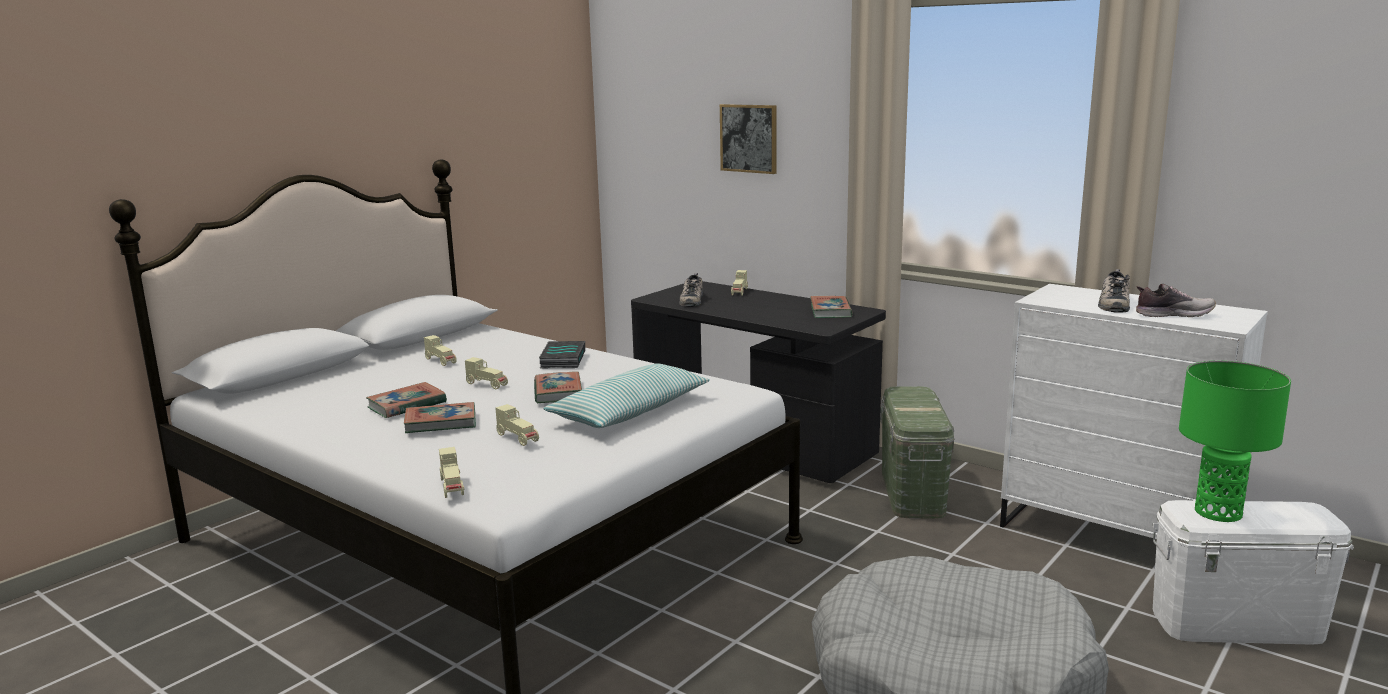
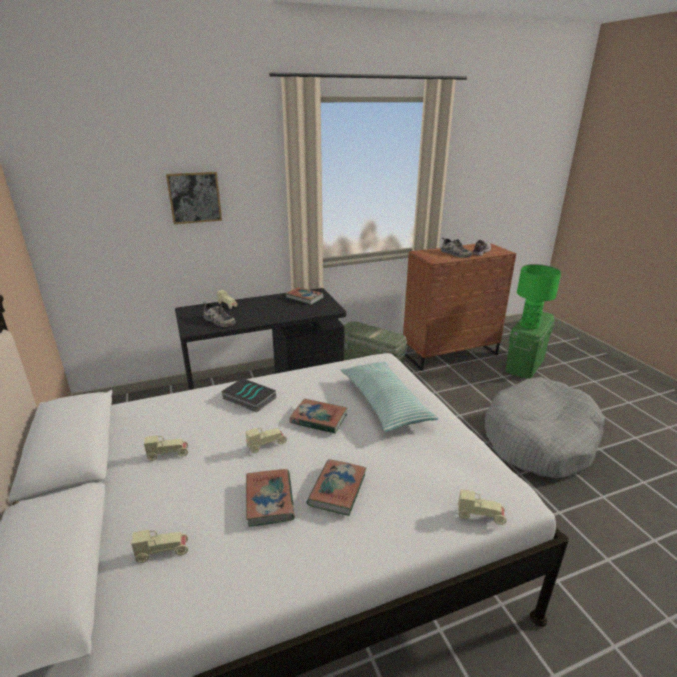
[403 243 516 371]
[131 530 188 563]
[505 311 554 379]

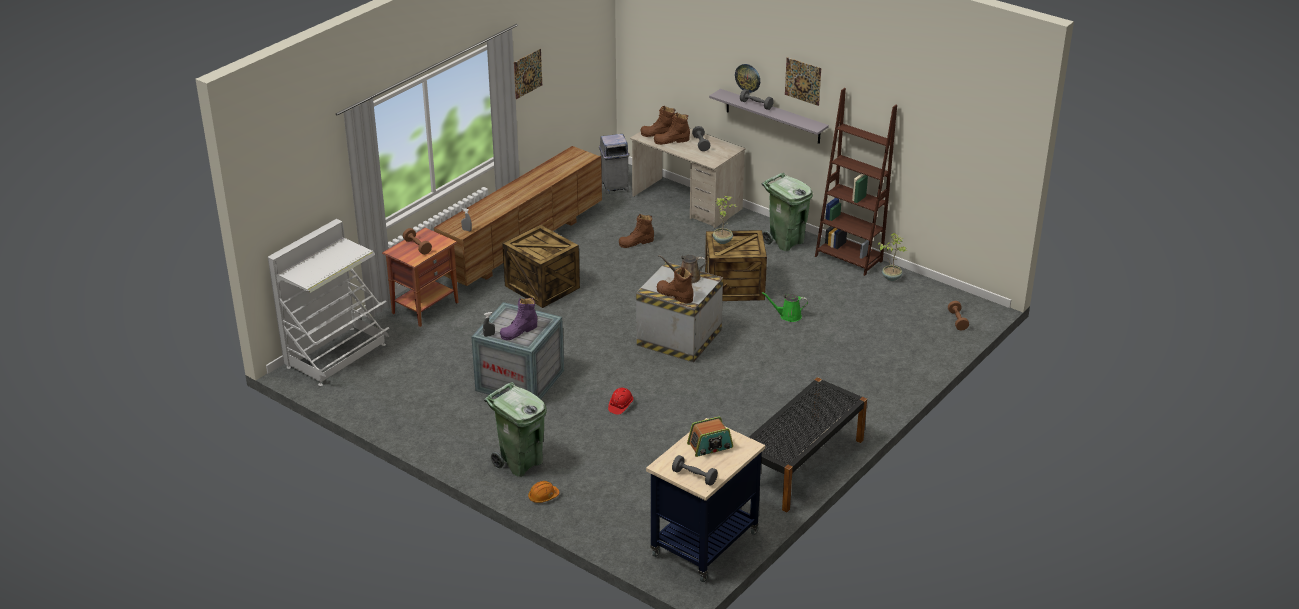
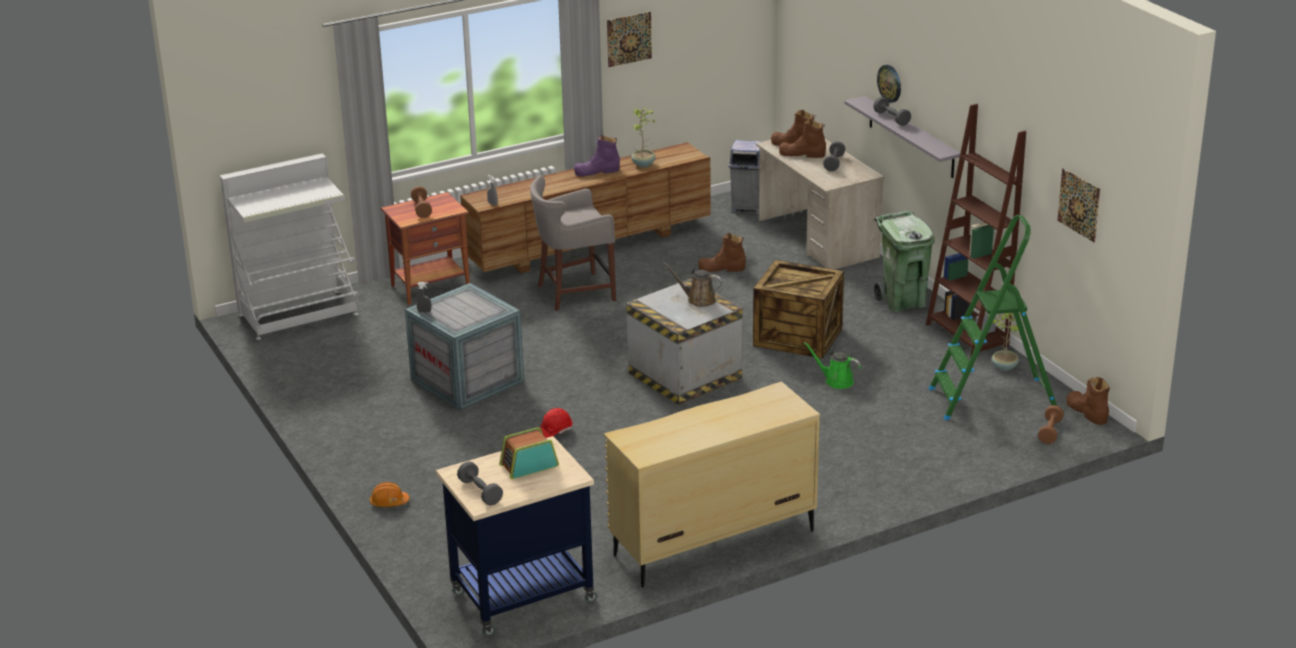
[1057 168 1100 242]
[631 108 656 167]
[530 175 616 311]
[1066 377 1110 425]
[574 135 620 176]
[604 382 820 588]
[484 382 547 477] (first image)
[499 427 559 479]
[929 215 1057 420]

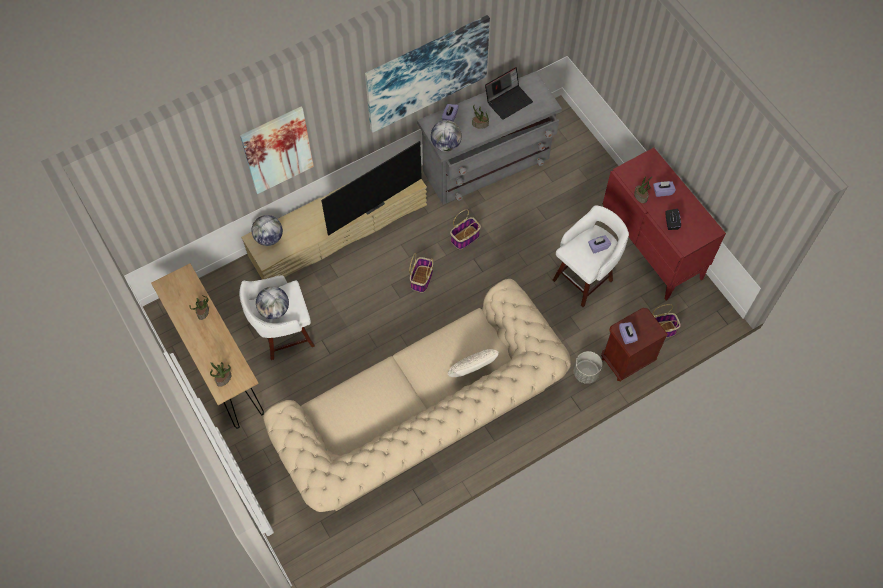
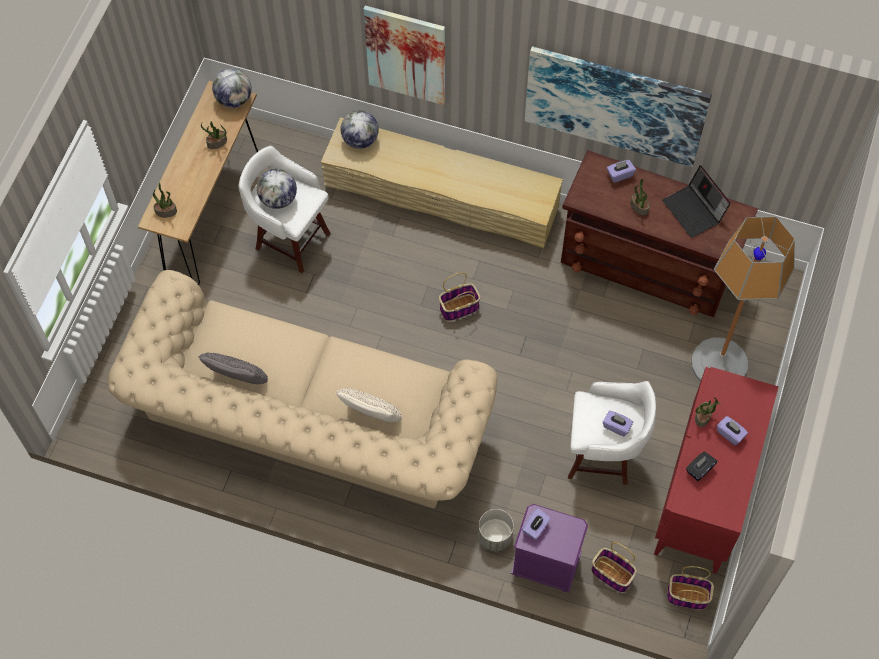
[662 165 731 238]
[561 150 758 317]
[212 68 252 108]
[321 141 422 236] (first image)
[667 566 714 610]
[511 504 588 592]
[691 216 795 381]
[198 353 268 384]

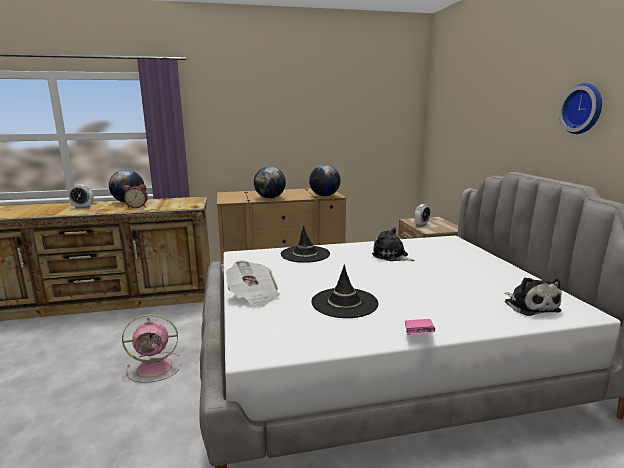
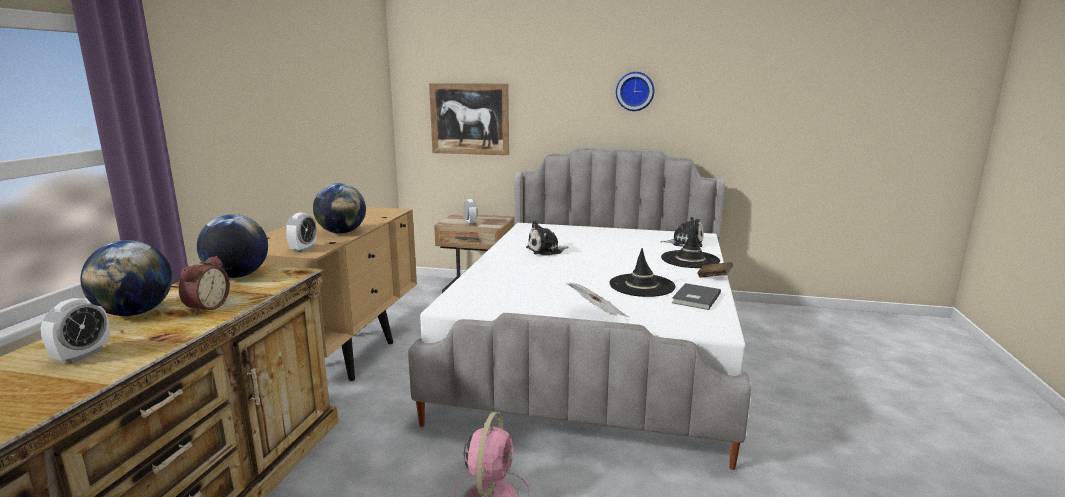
[197 214 268 278]
[661 227 720 268]
[697 262 733 278]
[429 83 509 155]
[286 213 317 252]
[672 283 721 310]

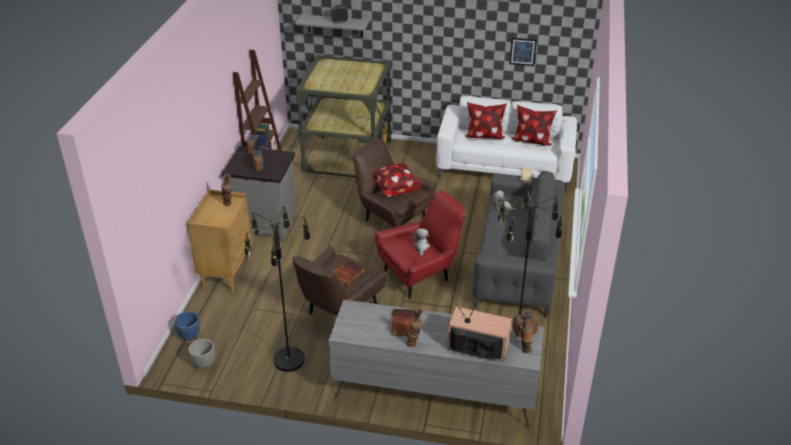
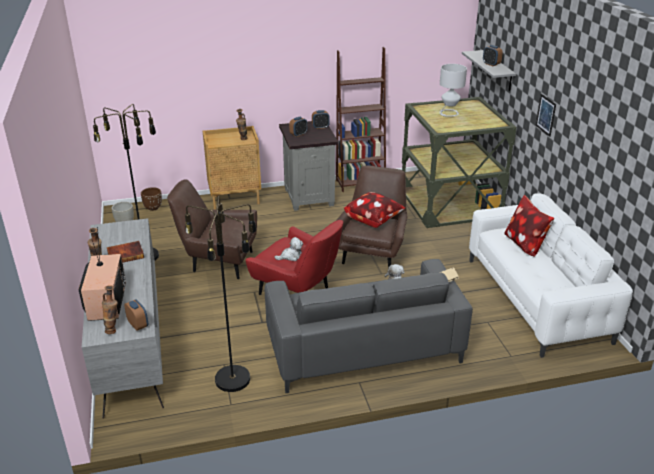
[536 94 556 137]
[512 105 557 146] (first image)
[332 259 365 287] (first image)
[141 187 162 211]
[439 64 467 117]

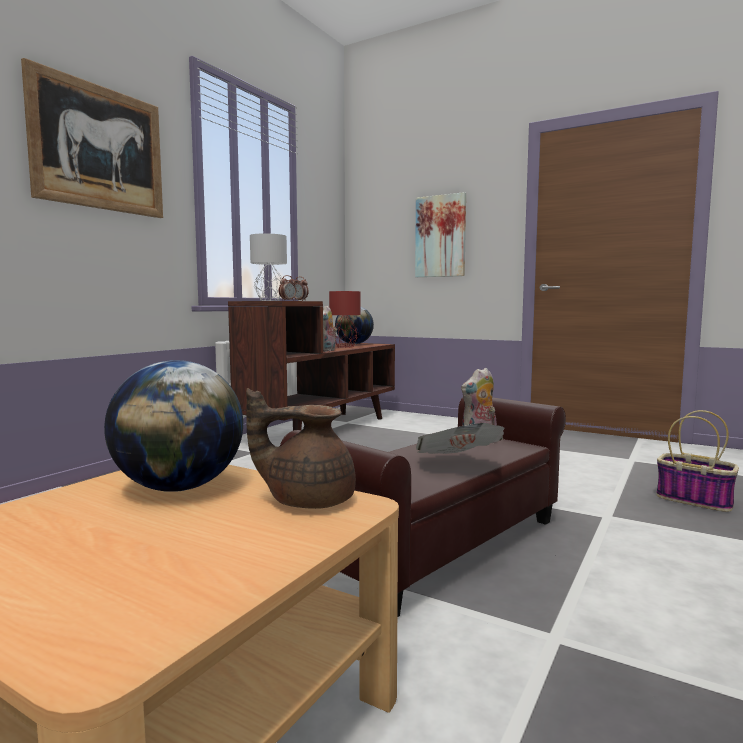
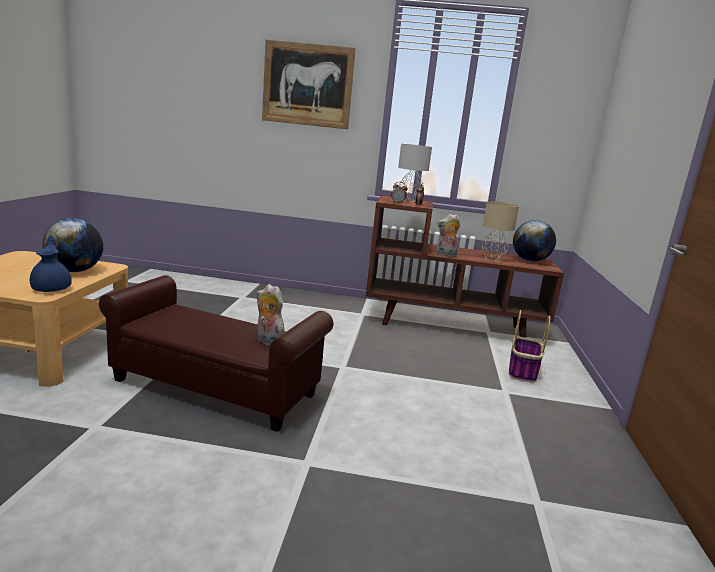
[415 192 466 277] (first image)
[481 201 519 261]
[30 235 72 292]
[509 310 550 383]
[416 423 505 454] (first image)

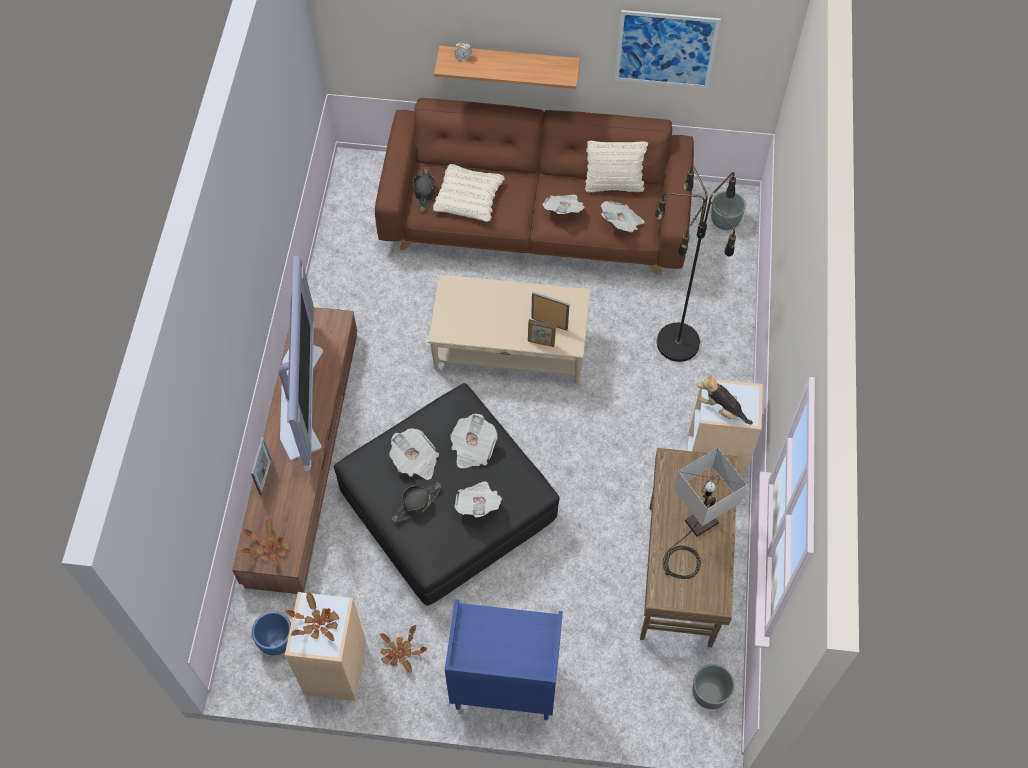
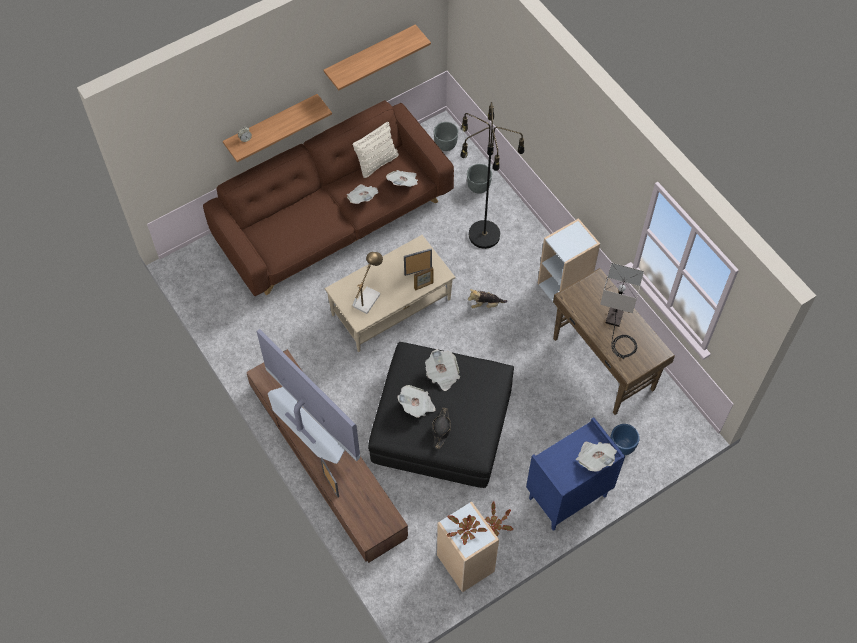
[323 24 431 90]
[433 164 505 222] (first image)
[413 168 436 211] (first image)
[468 289 507 309]
[576 442 617 471]
[241 519 290 567] (first image)
[610 424 640 455]
[467 164 492 194]
[352 252 383 314]

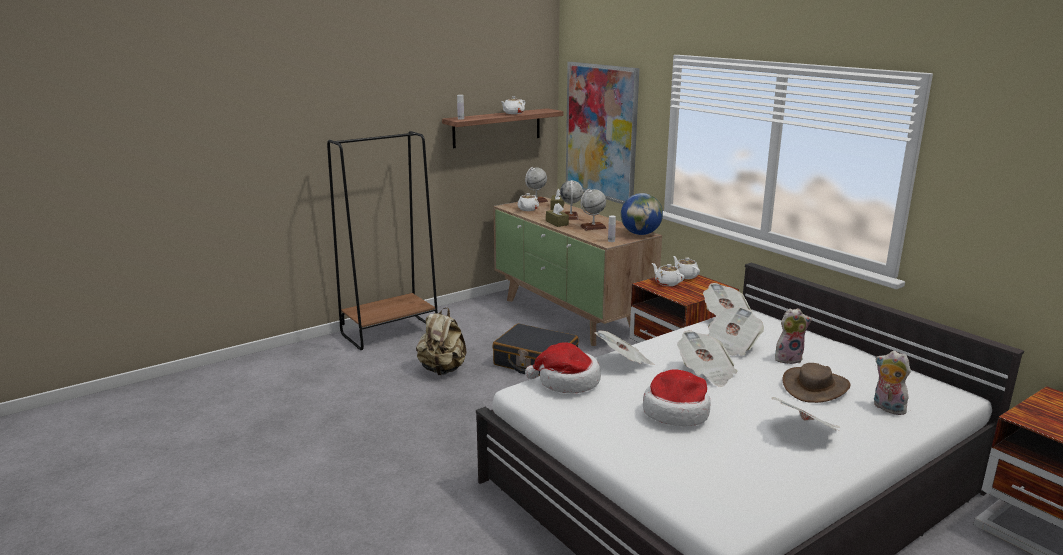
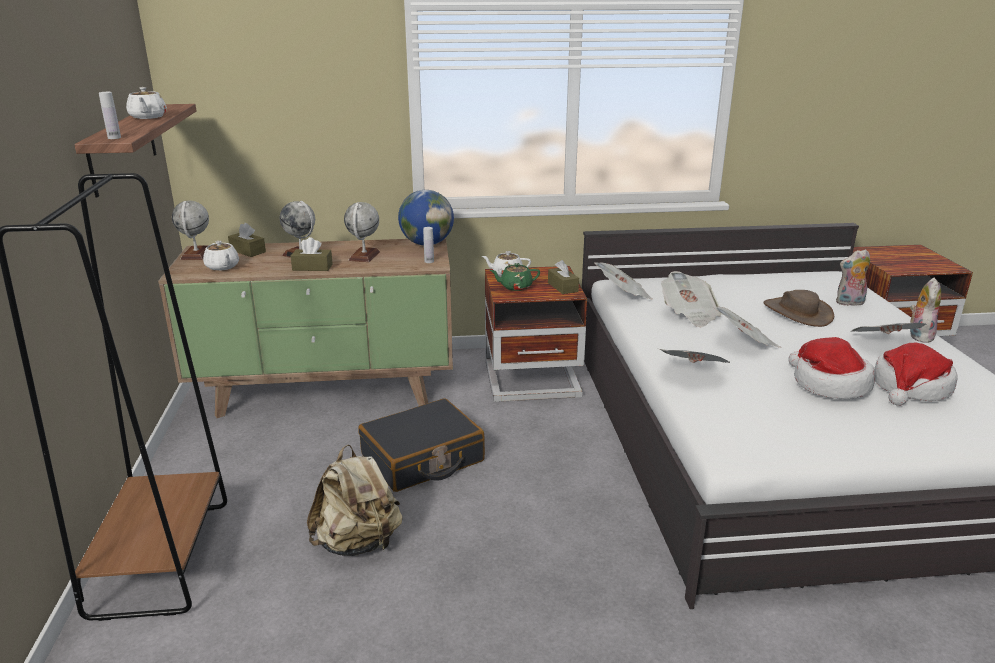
[566 62 639 204] (first image)
[490 263 540 291]
[910 277 941 343]
[874 343 958 406]
[548 260 579 294]

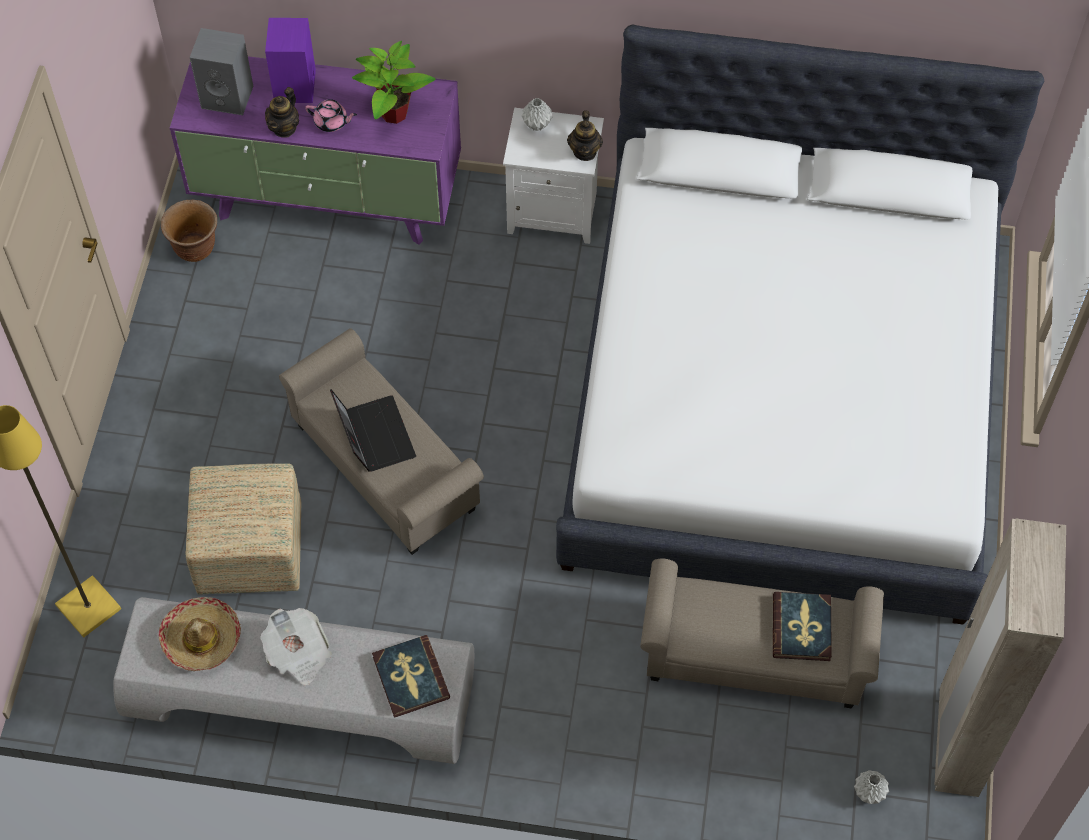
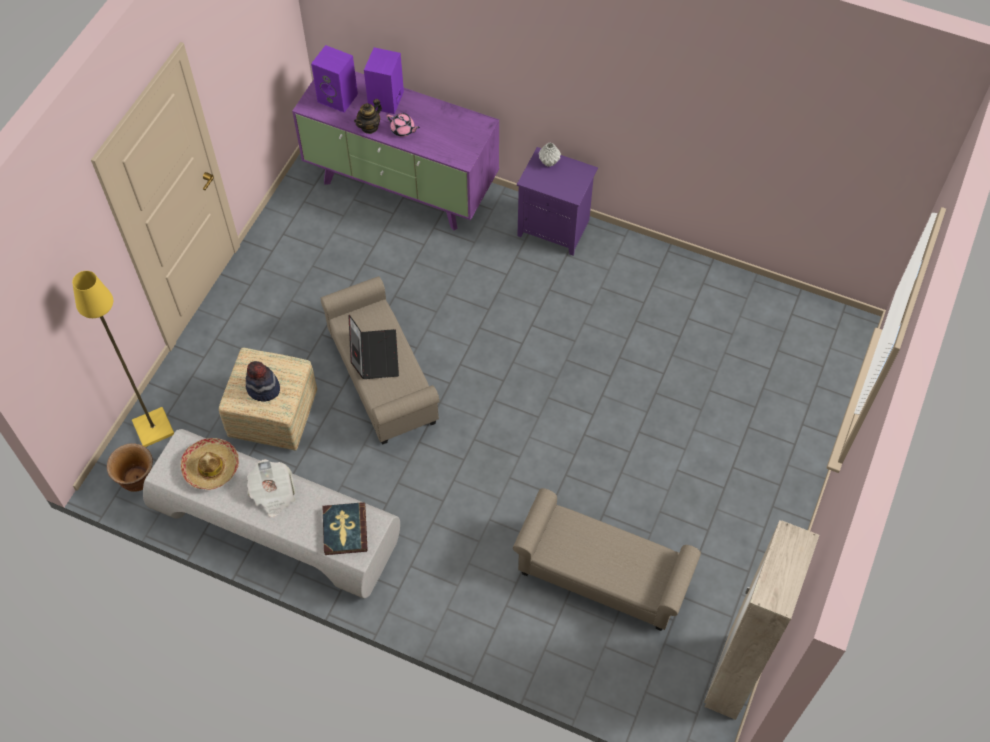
[556 24 1045 625] (first image)
[311 45 358 113]
[352 41 436 124] (first image)
[517 147 598 256]
[567 111 603 161] (first image)
[107 443 153 492]
[773 592 832 661] (first image)
[854 770 889 804] (first image)
[246 361 280 402]

